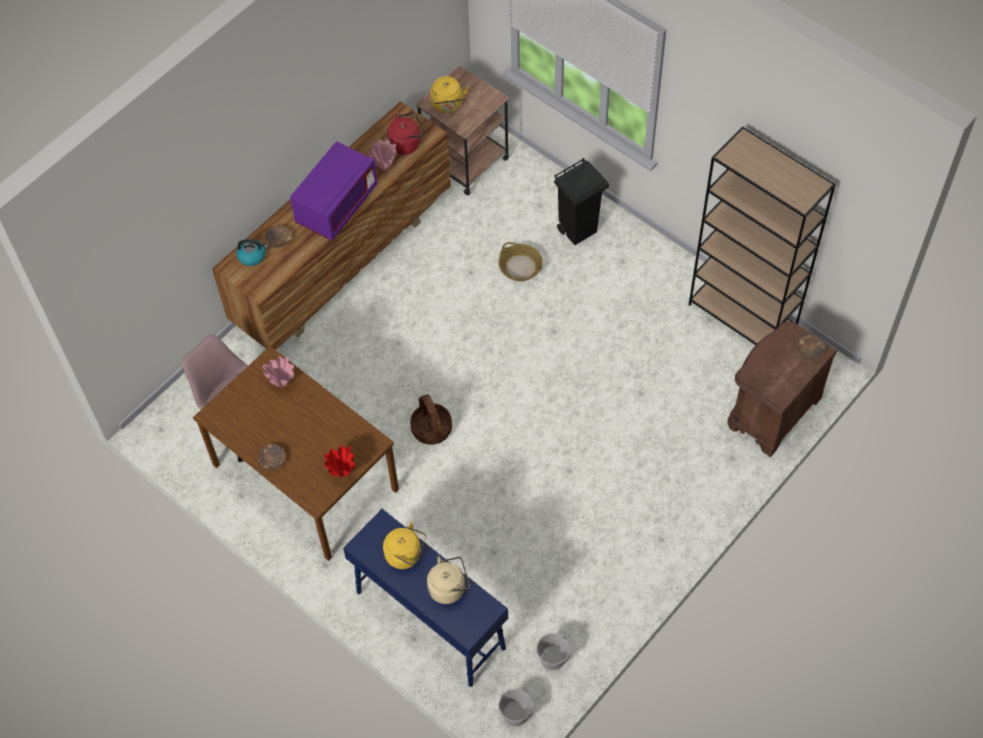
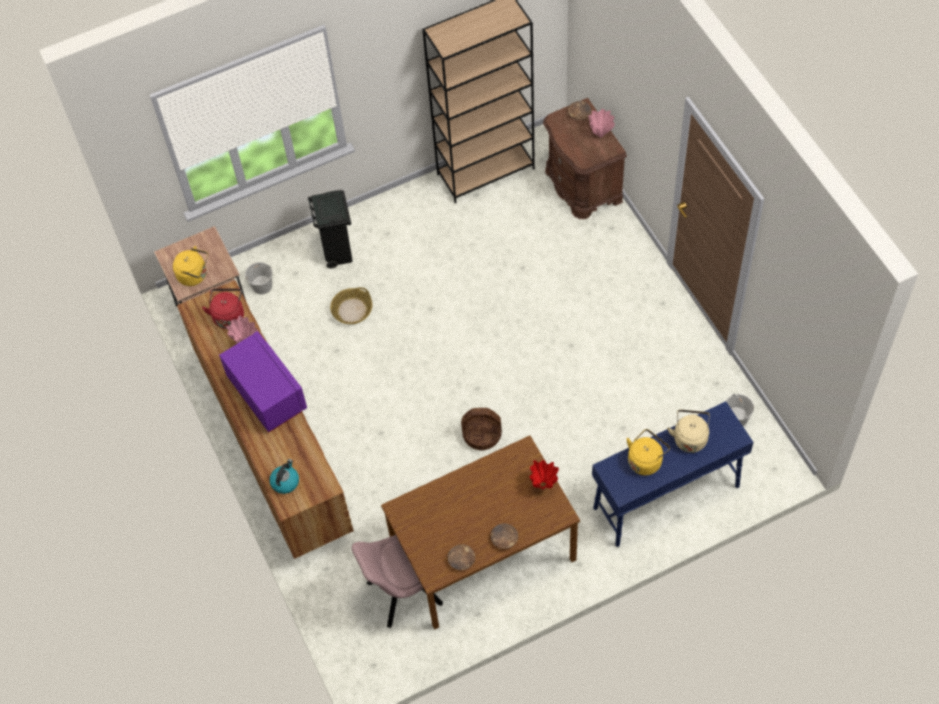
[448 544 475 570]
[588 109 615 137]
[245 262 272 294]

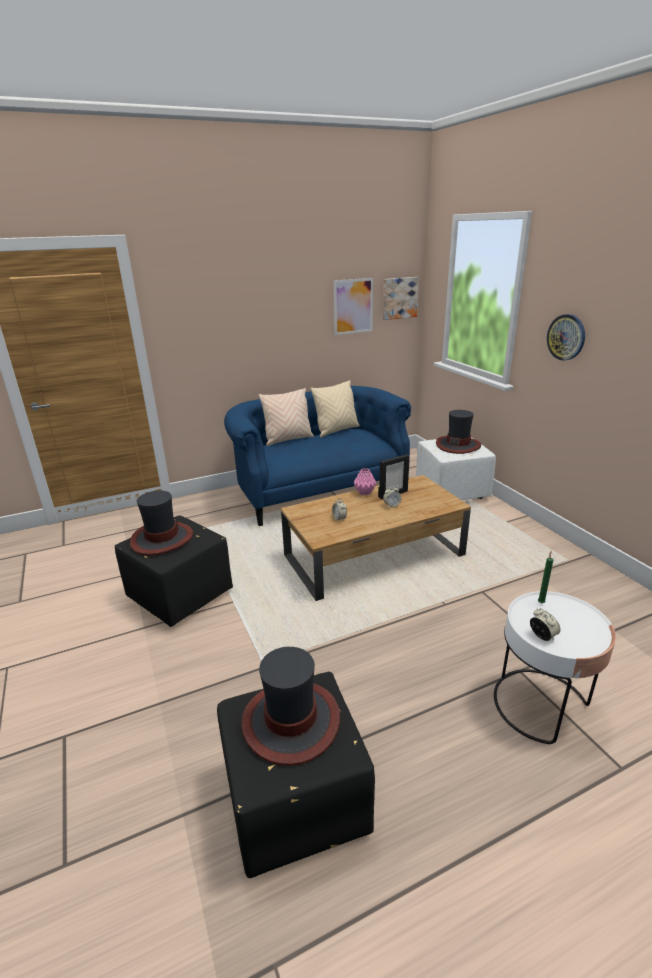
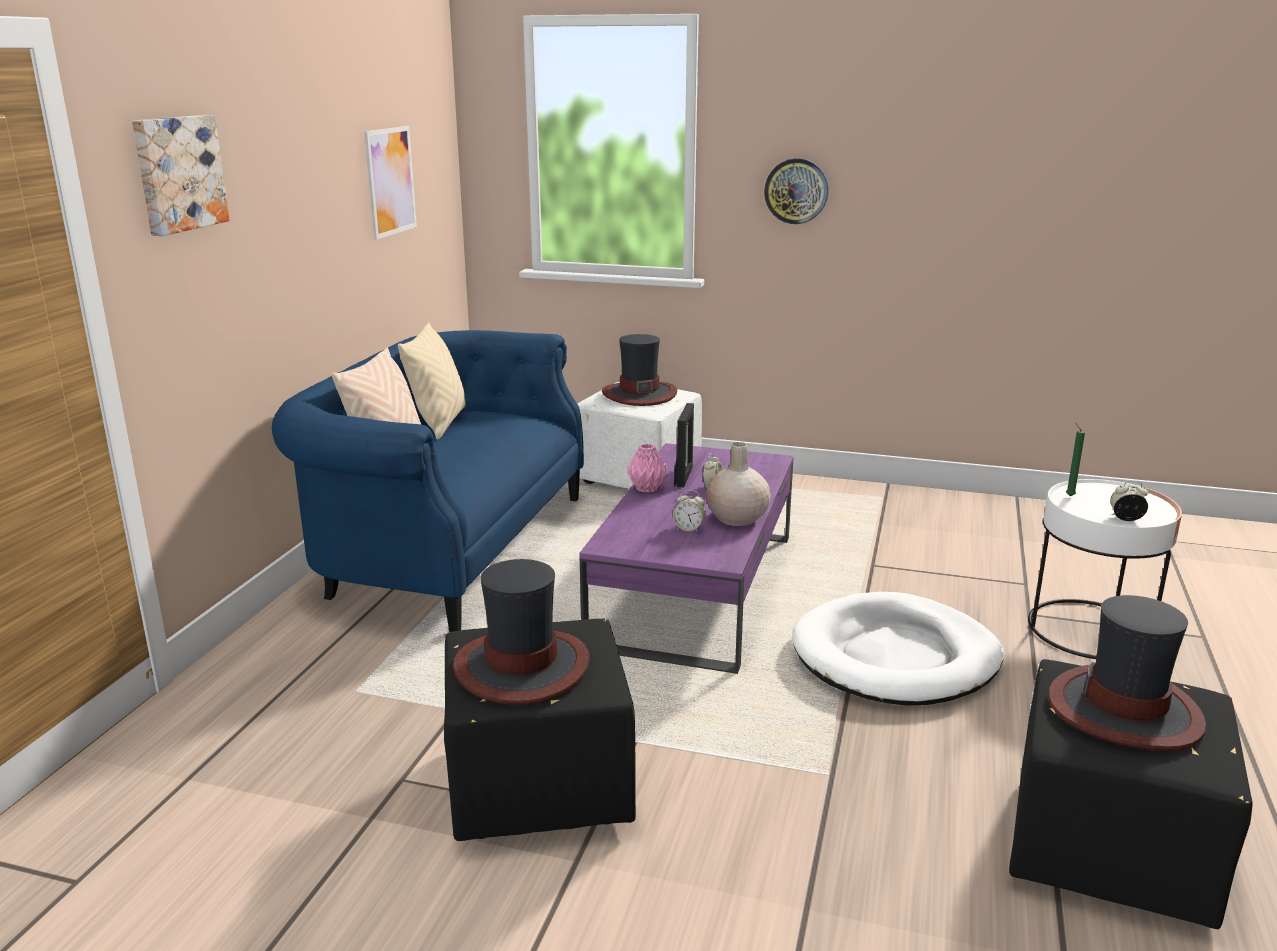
[132 115 230 236]
[580 443 794 674]
[706 442 771 526]
[792 592 1004 706]

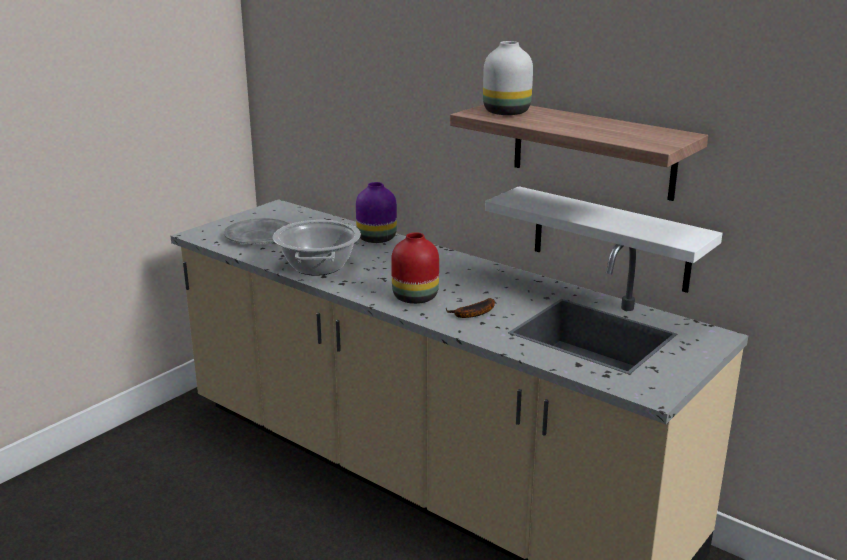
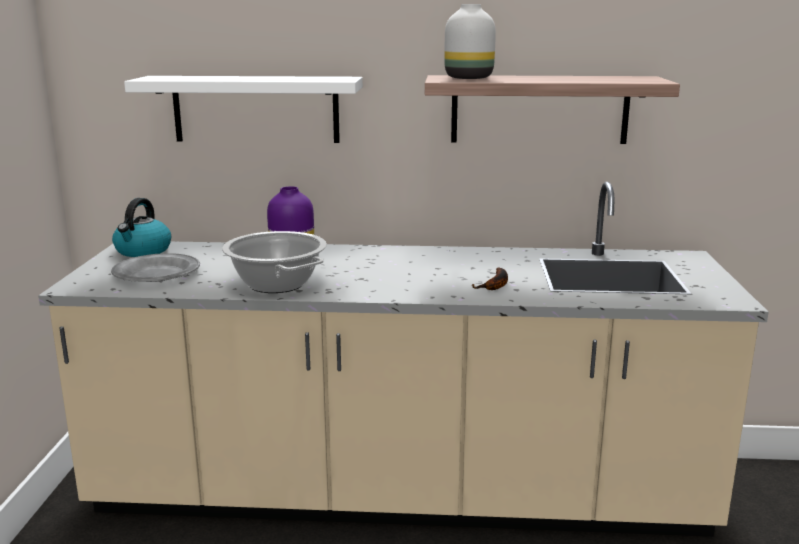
[124 76 363 143]
[391 232 439 304] (first image)
[112 198 171 257]

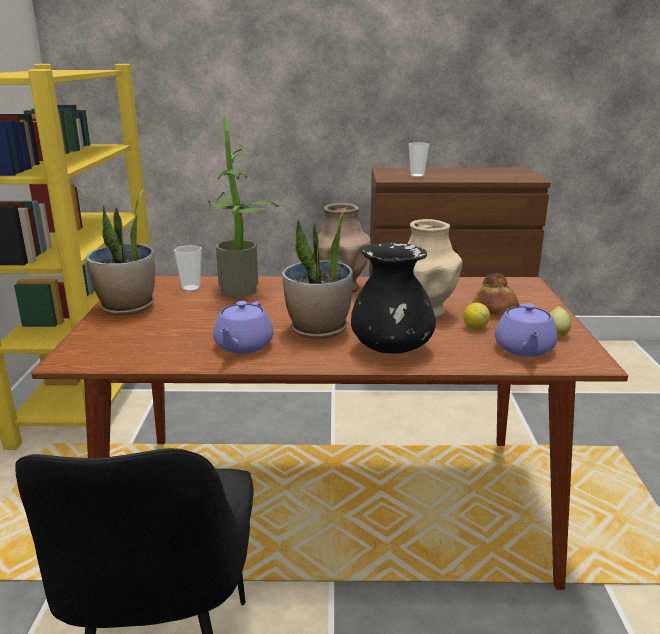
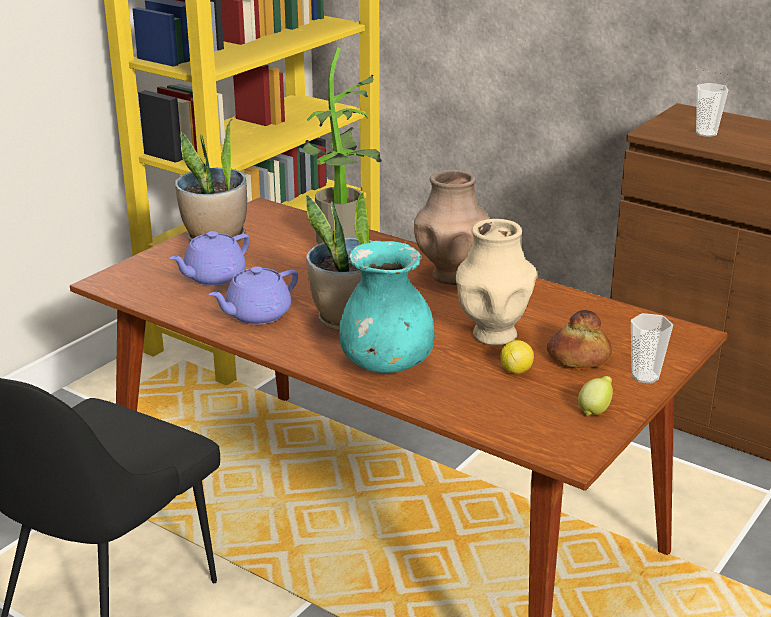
[339 241 435 373]
[631 313 673 384]
[169 231 250 286]

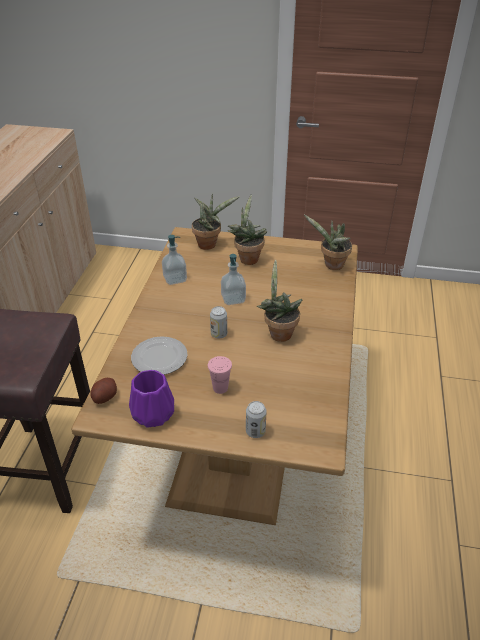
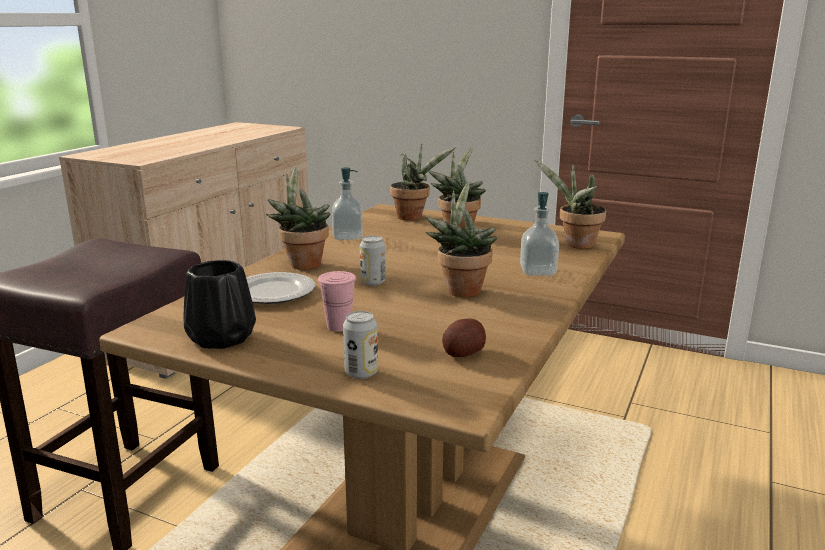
[520 192 559 276]
[184 260 256 349]
[442 318 486 357]
[266 166 330 270]

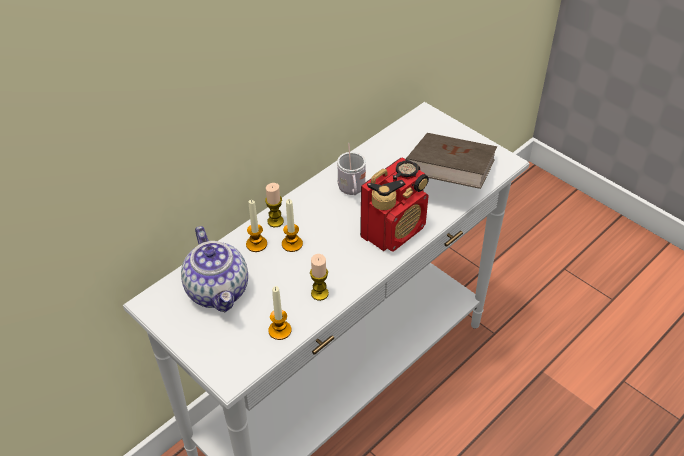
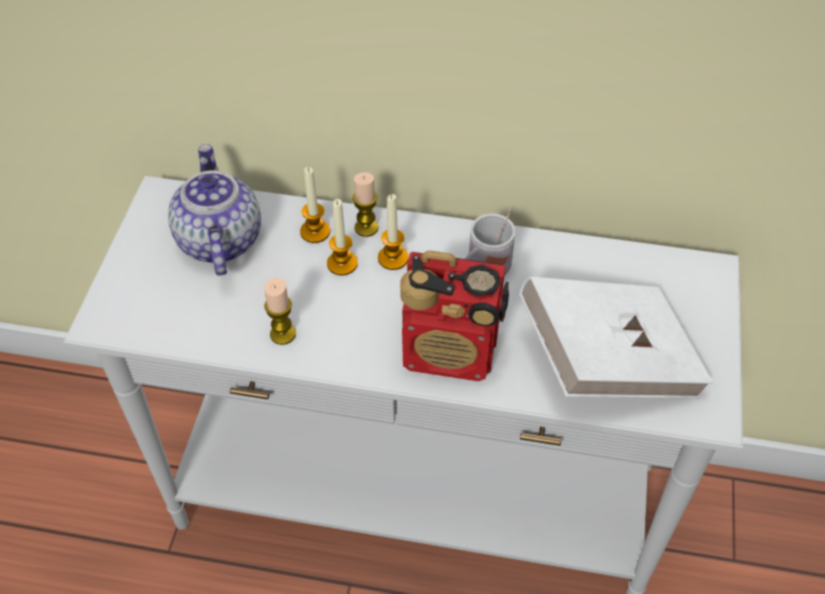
[519 277 713 399]
[168 144 261 276]
[378 194 409 270]

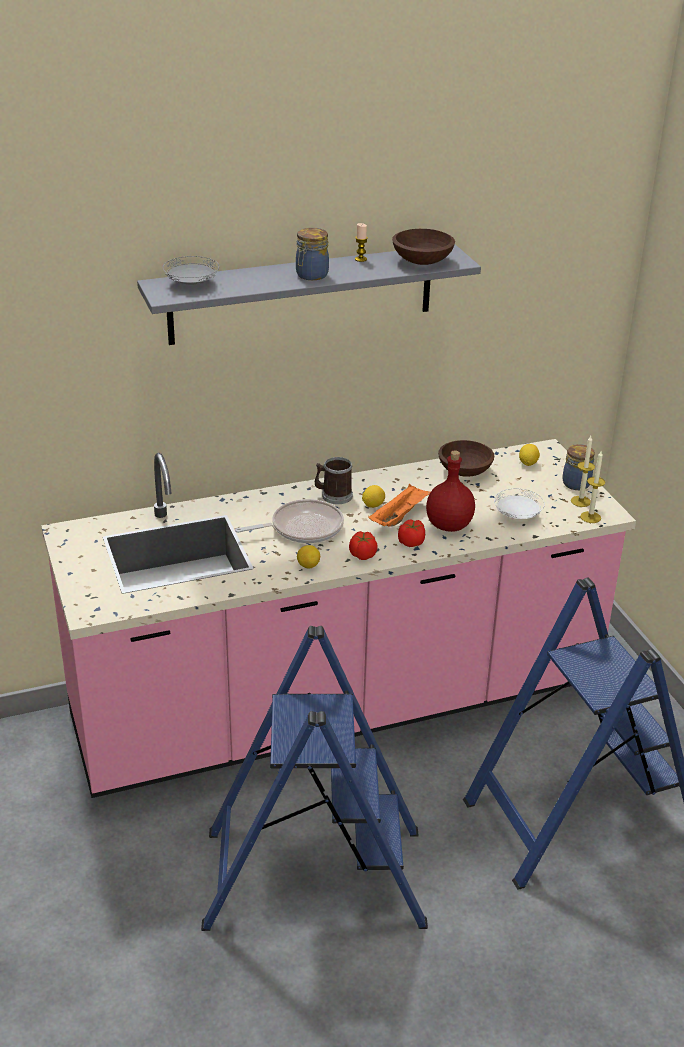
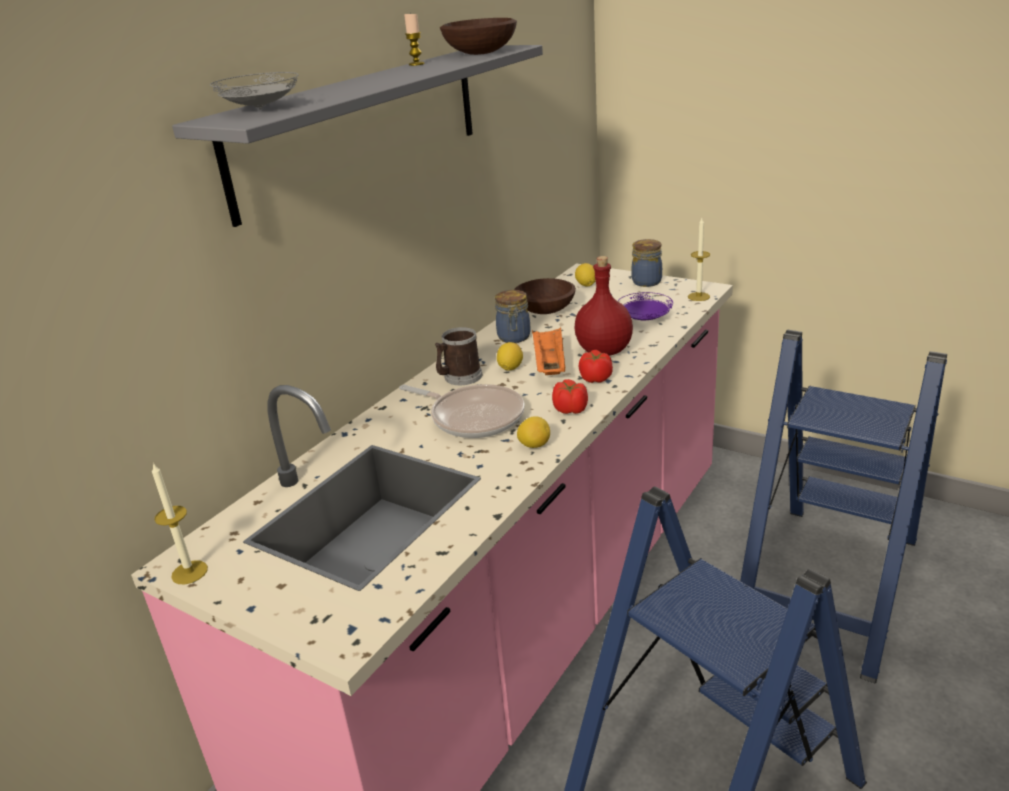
[495 290 531 343]
[152 462 208 584]
[618 292 673 321]
[399 384 525 438]

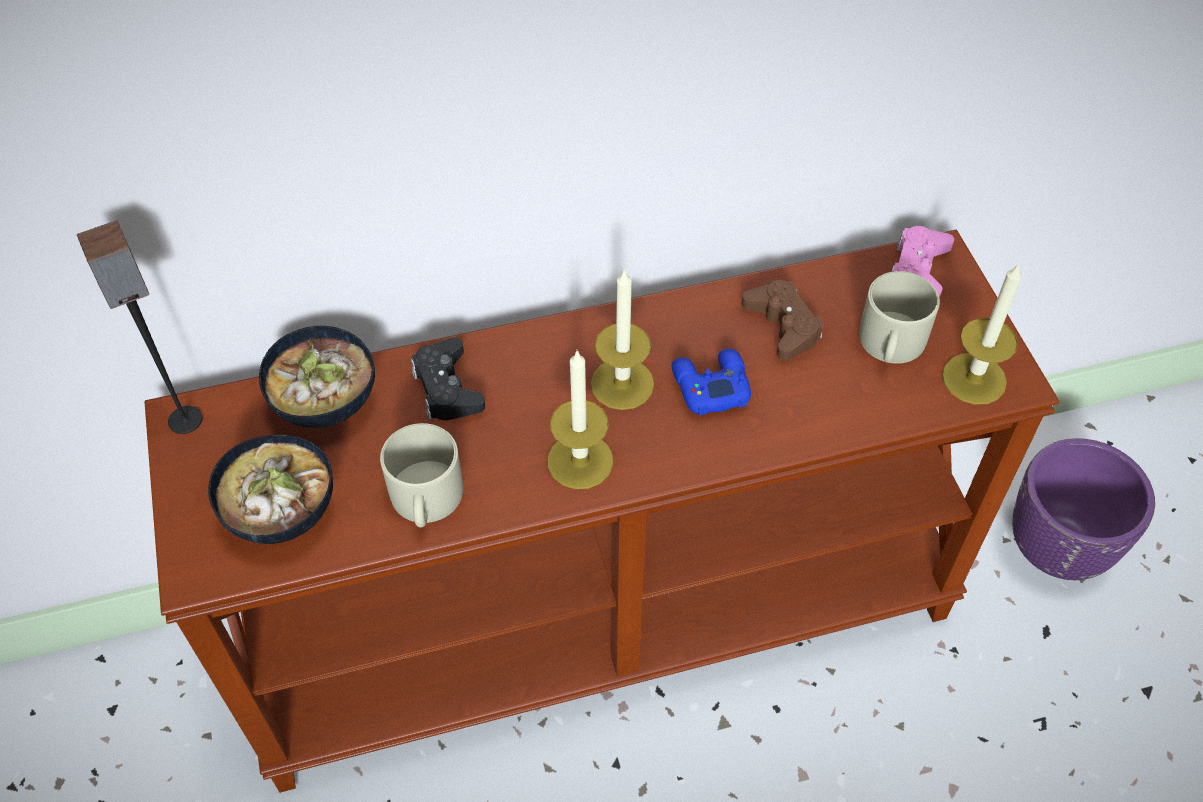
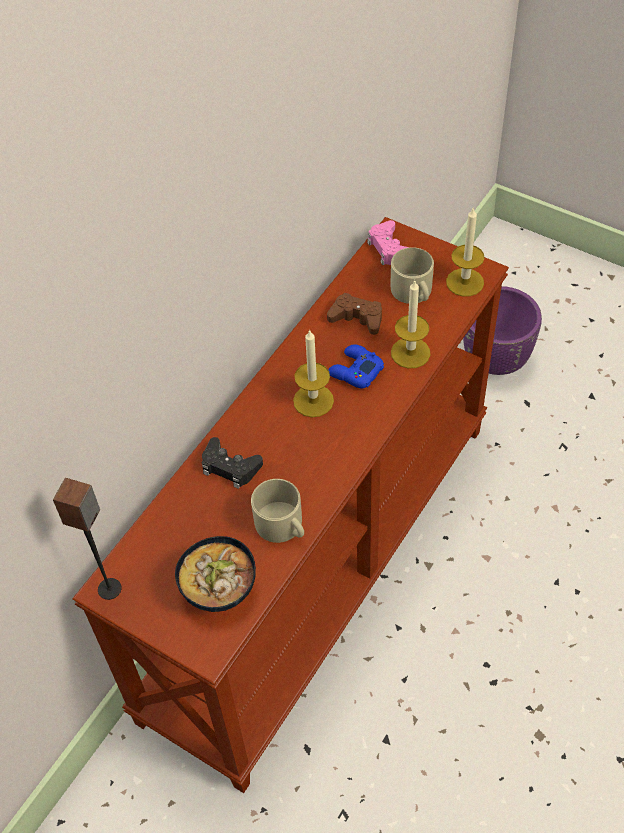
[259 326 375 428] (first image)
[391 281 430 368]

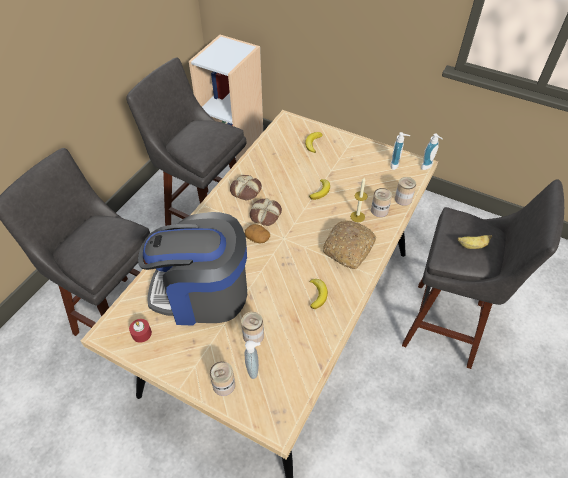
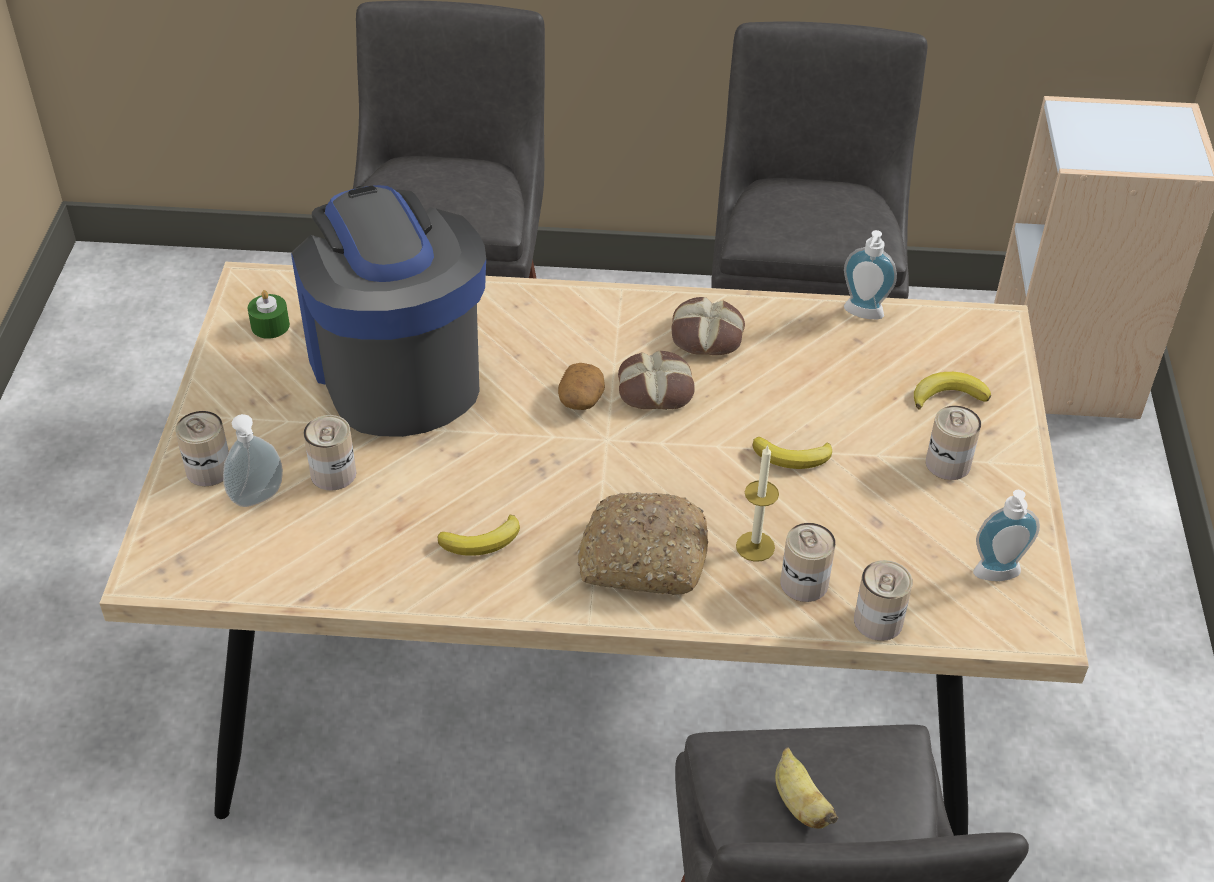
[844 230 897 319]
[247 290 290 339]
[926 405 981 480]

